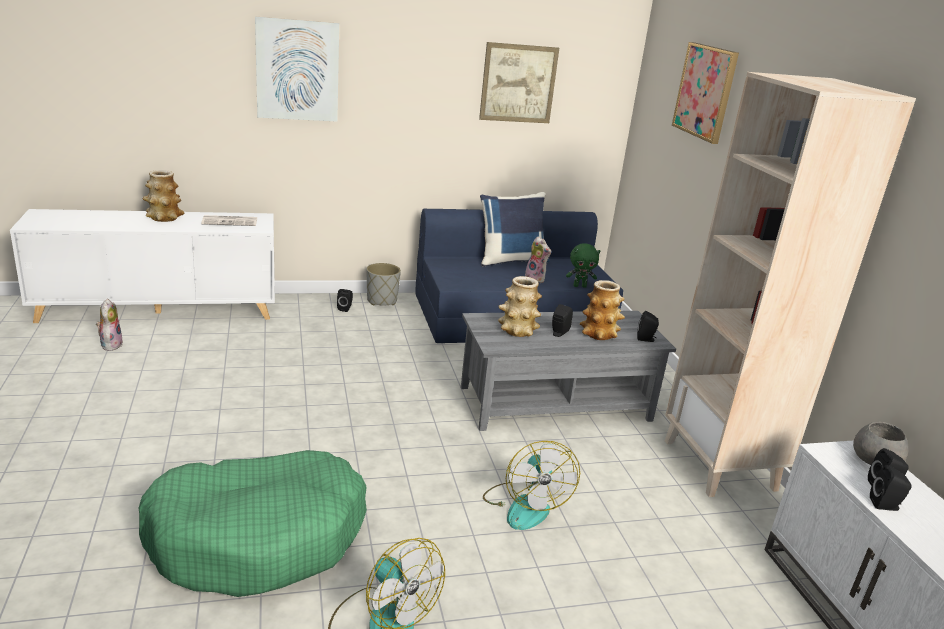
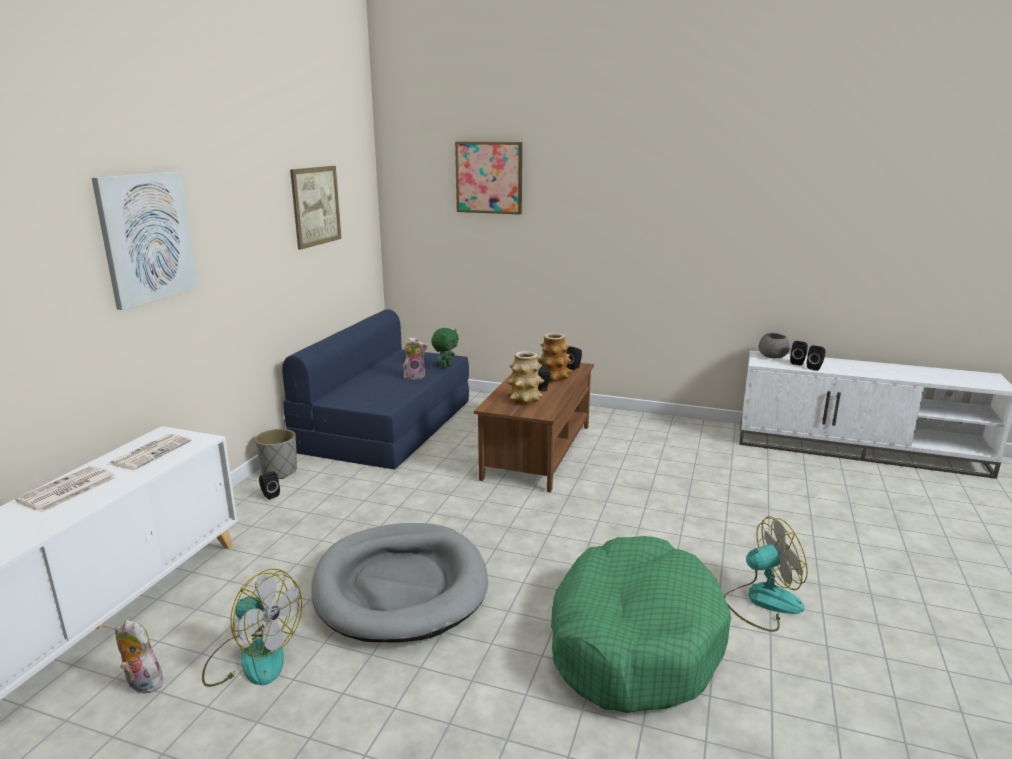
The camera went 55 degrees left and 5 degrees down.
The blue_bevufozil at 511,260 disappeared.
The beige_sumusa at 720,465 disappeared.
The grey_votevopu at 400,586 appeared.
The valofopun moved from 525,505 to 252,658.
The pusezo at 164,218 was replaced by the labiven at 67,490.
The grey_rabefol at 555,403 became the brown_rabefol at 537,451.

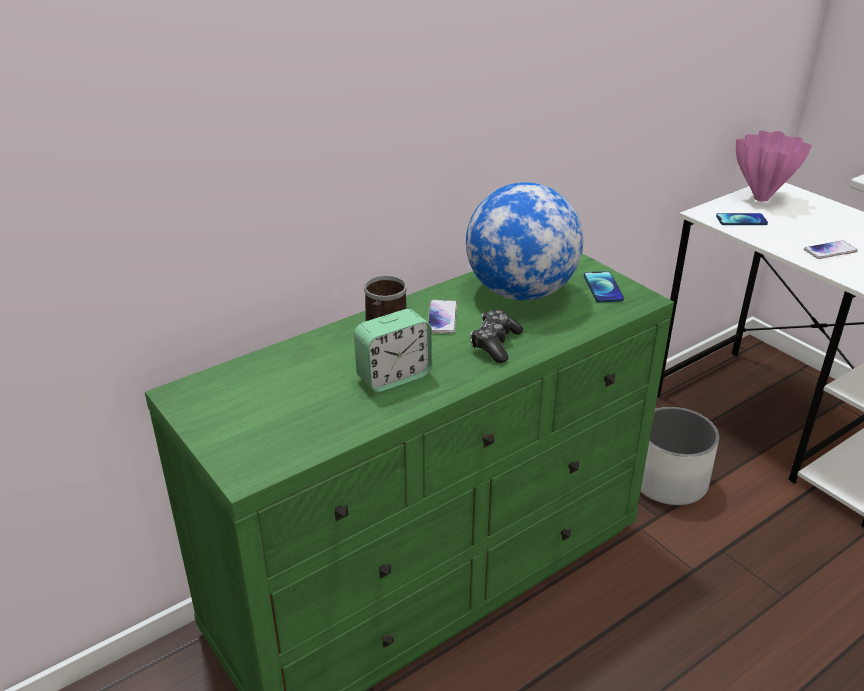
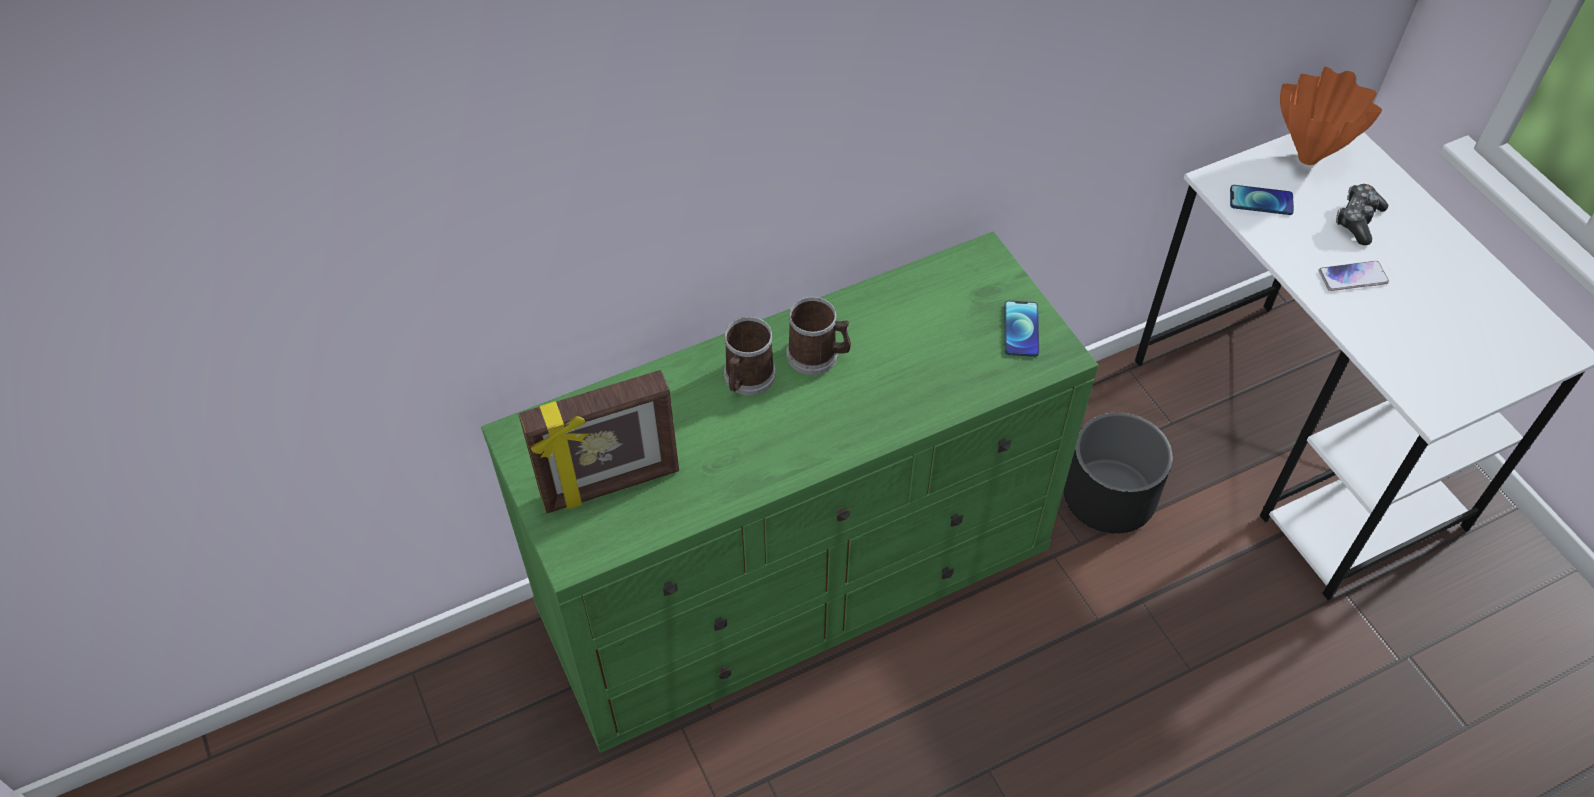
The camera went 10 degrees right and 20 degrees up.
The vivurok at 394,376 disappeared.
The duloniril at 521,293 disappeared.
The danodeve at 611,485 appeared.
The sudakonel moved from 495,344 to 1358,220.
The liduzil at 442,318 was replaced by the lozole at 818,355.
The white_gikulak at 668,482 became the black_gikulak at 1108,497.
The pink_pusezo at 762,198 became the orange_pusezo at 1310,158.

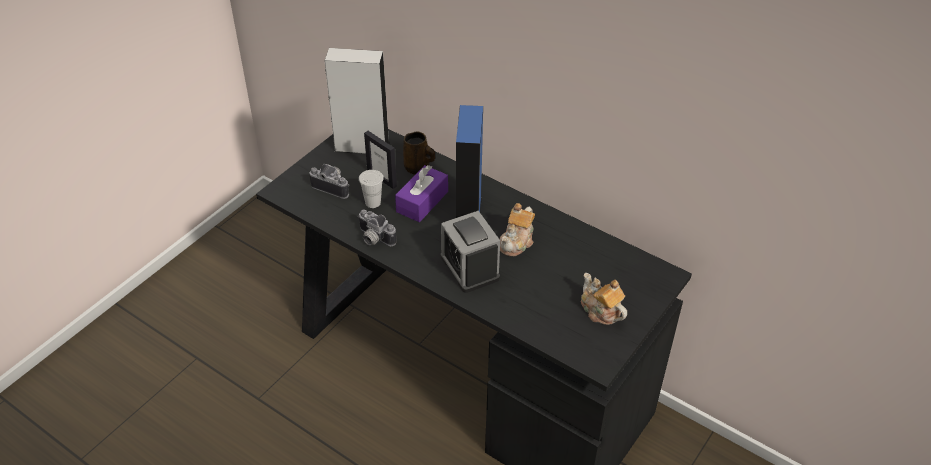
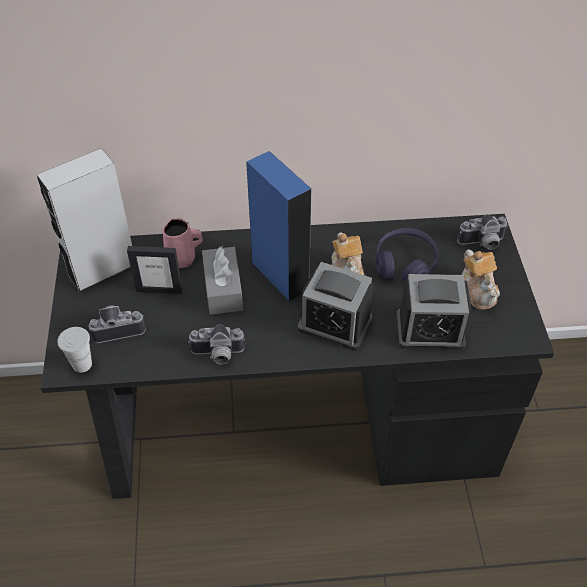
The camera went 40 degrees left and 5 degrees up.
The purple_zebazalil at 405,263 appeared.
The vivurok at 430,330 appeared.
The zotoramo at 482,243 appeared.
The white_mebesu moved from 373,202 to 82,364.
The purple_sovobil at 422,201 became the grey_sovobil at 223,289.
The brown_lozole at 418,168 became the pink_lozole at 183,259.
The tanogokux at 600,311 turned 120 degrees counterclockwise.

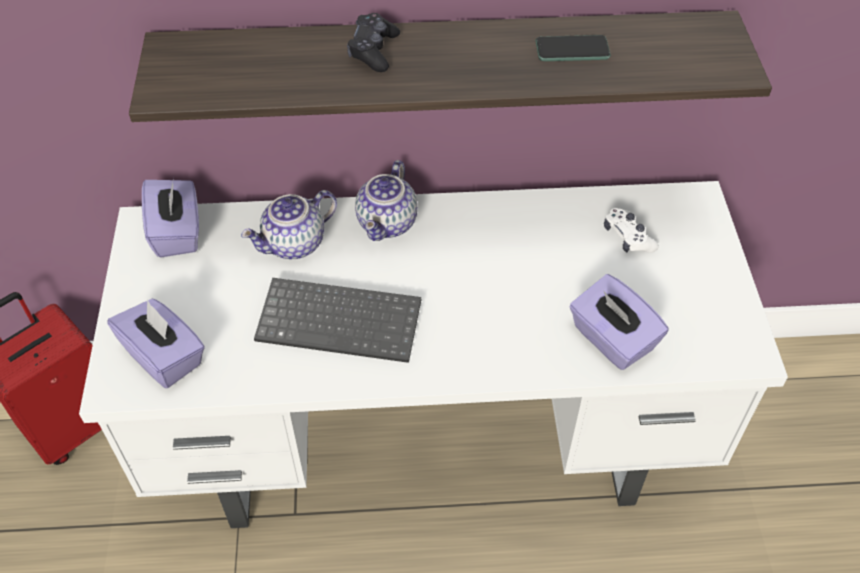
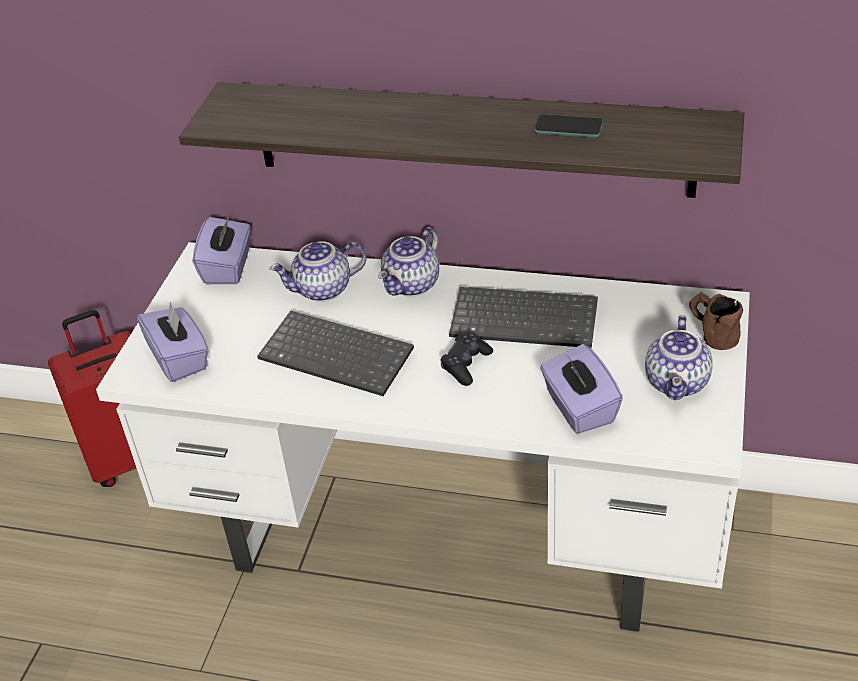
The camera went 20 degrees right and 10 degrees down.
The white_sudakonel at 627,237 disappeared.
The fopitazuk at 526,319 appeared.
The tanogokux at 678,383 appeared.
The brown_lozole at 711,334 appeared.
The black_sudakonel moved from 373,51 to 466,365.

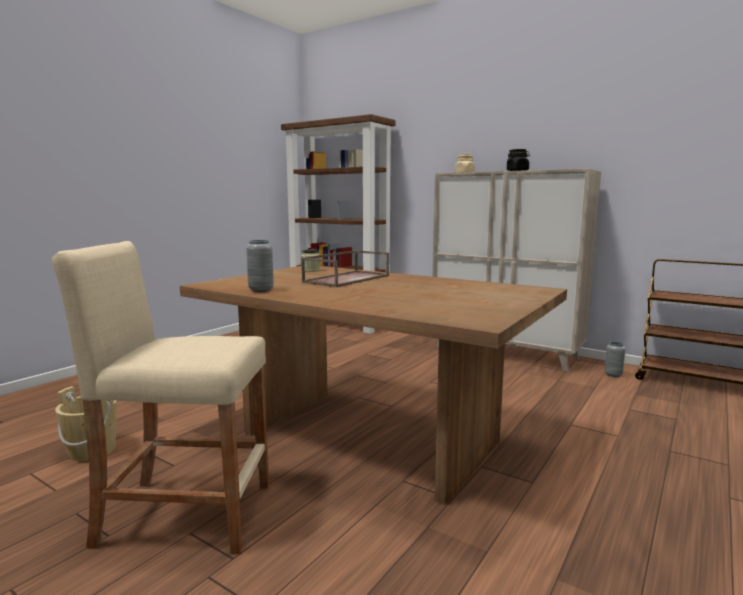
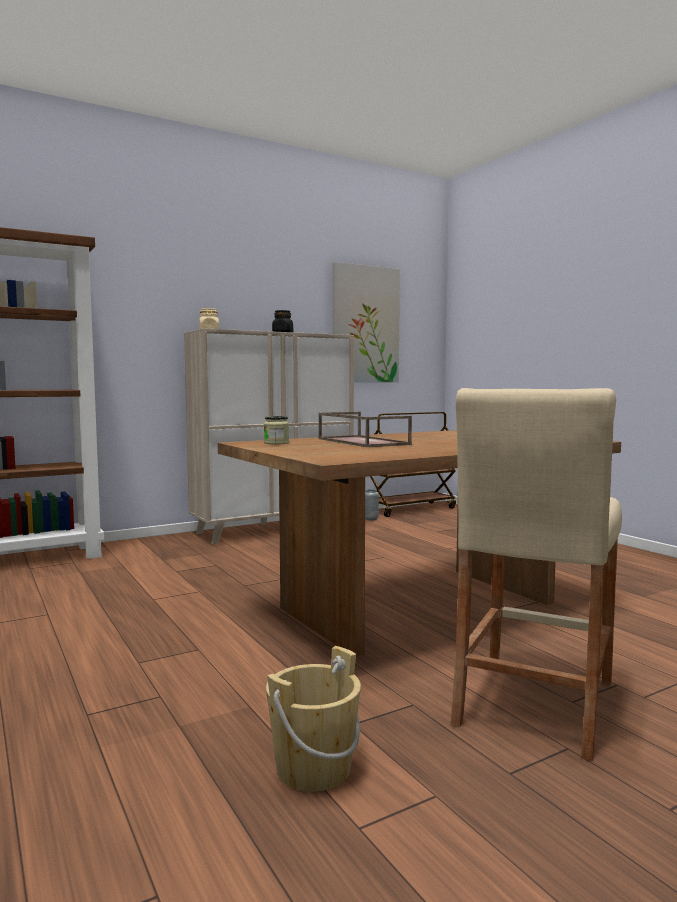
The camera went 65 degrees left and 5 degrees down.
The grey_pusezo at 261,290 disappeared.
The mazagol at 365,324 appeared.

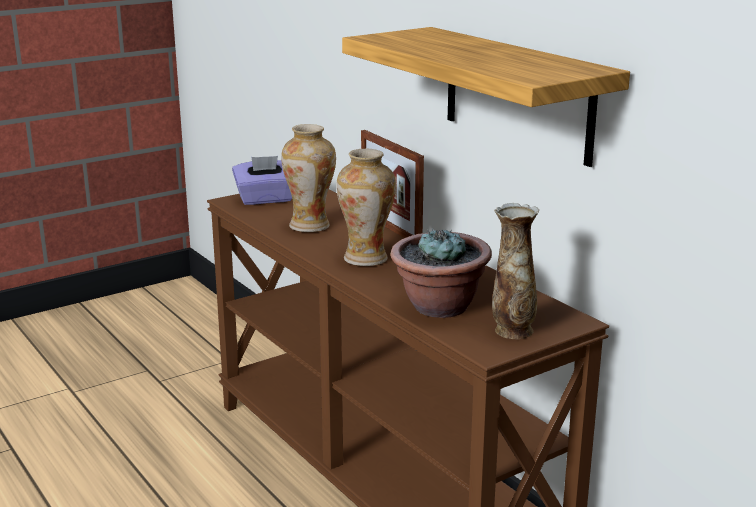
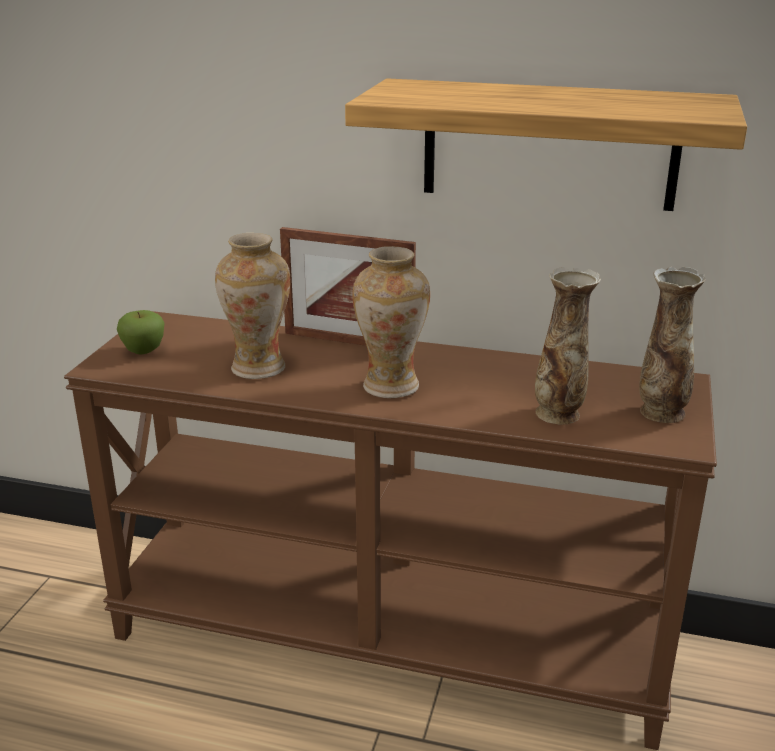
The camera went 40 degrees left and 5 degrees up.
The purple_sovobil at 266,199 was replaced by the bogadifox at 143,351.
The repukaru at 439,307 was replaced by the pusezo at 559,414.

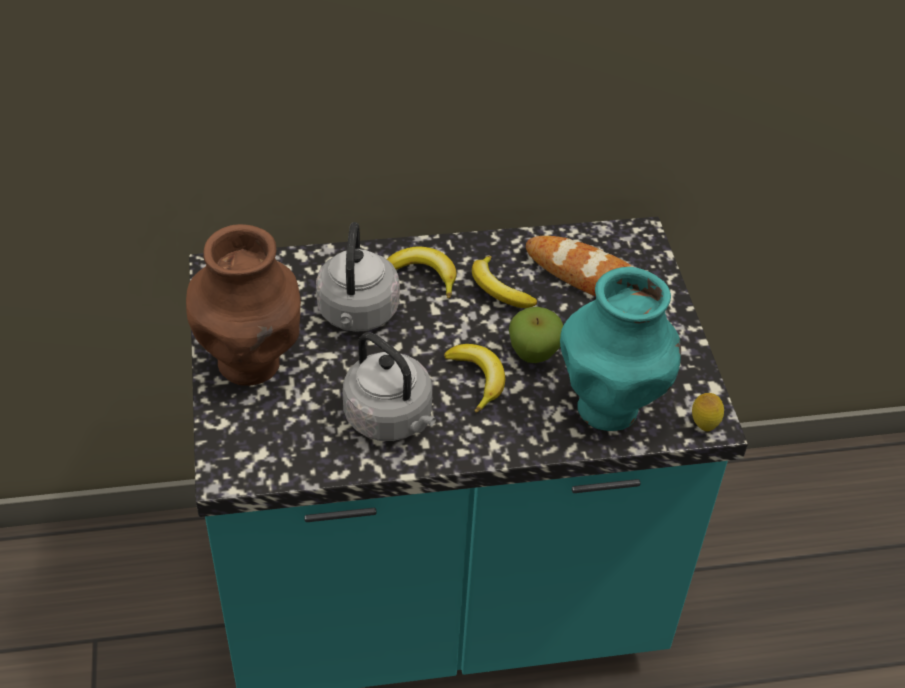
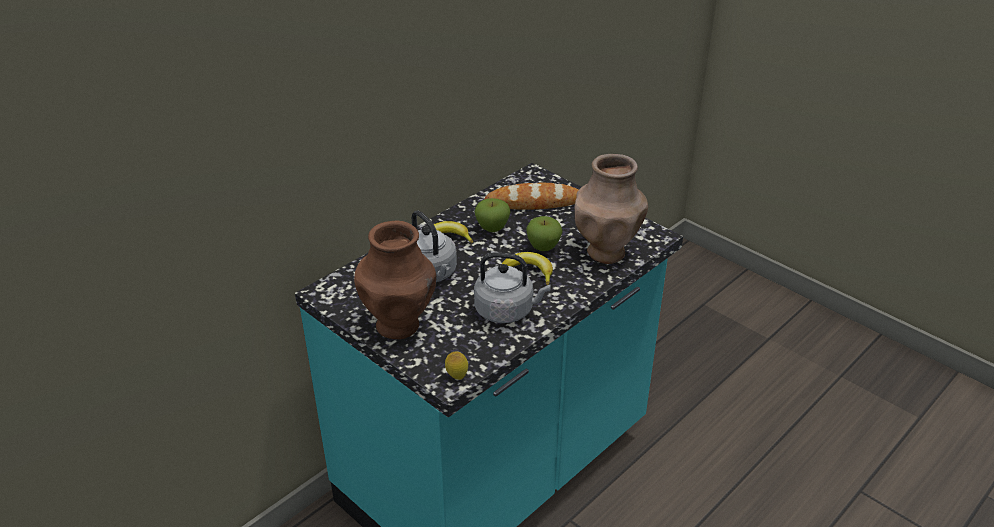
The camera went 35 degrees left and 10 degrees down.
The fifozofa moved from 703,425 to 457,377.
The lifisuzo at 498,290 was replaced by the bogadifox at 492,228.
The turquoise_pusezo at 609,407 became the brown_pusezo at 606,252.

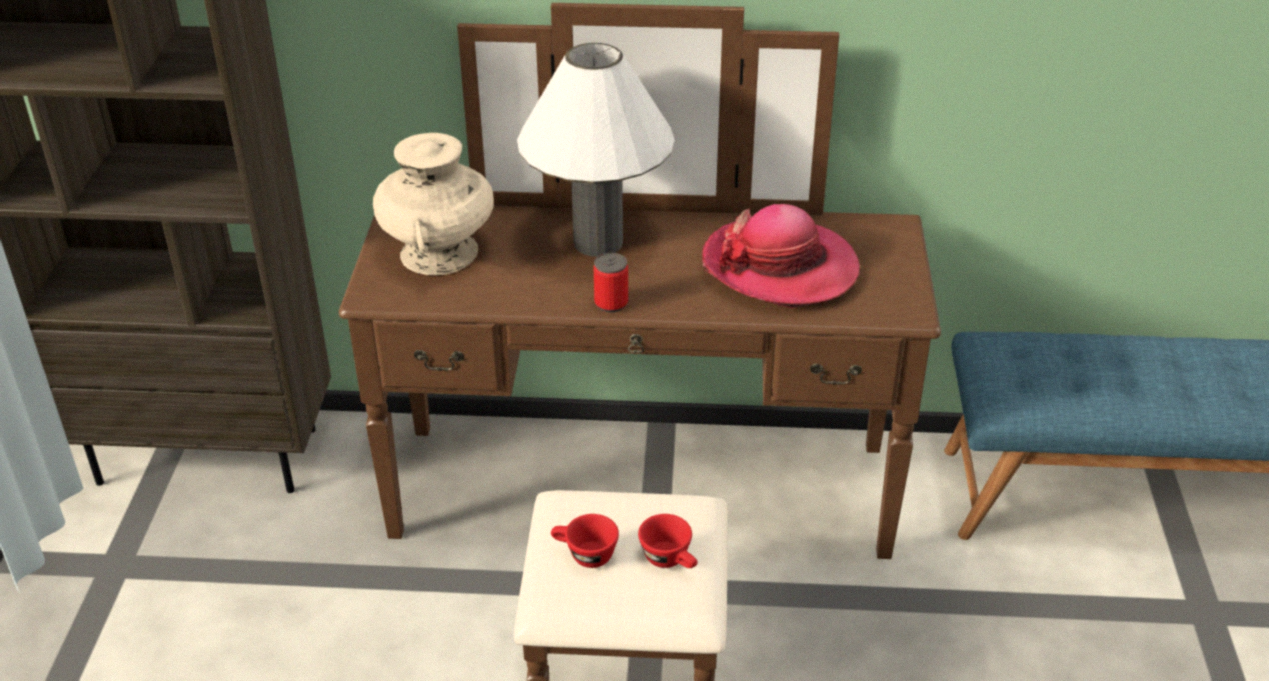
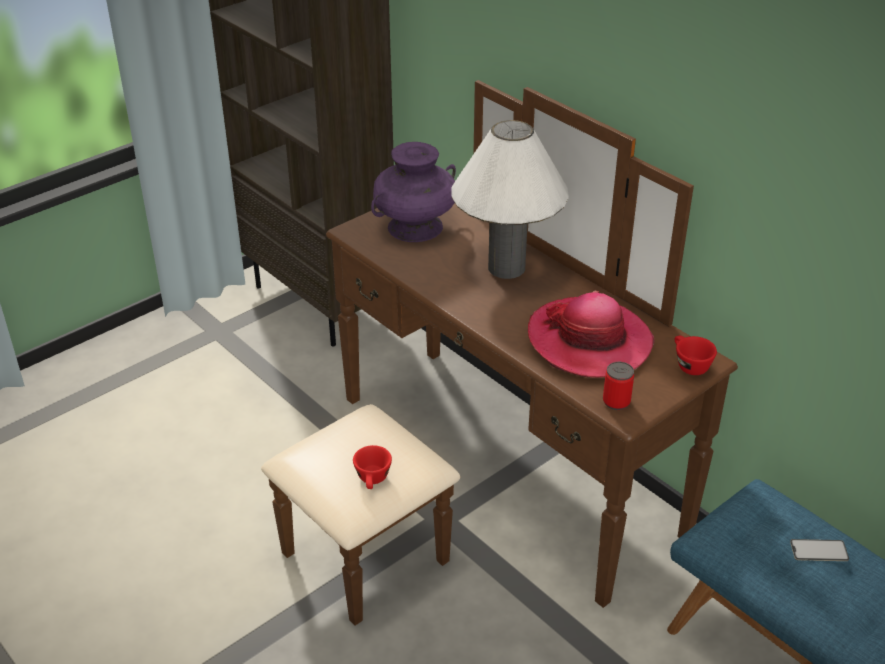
The camera went 45 degrees right and 0 degrees up.
The liduzil at 819,550 appeared.
The red_mebesu moved from 584,555 to 689,364.
The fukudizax moved from 611,303 to 616,402.
The beige_pusezo at 439,253 became the purple_pusezo at 415,227.

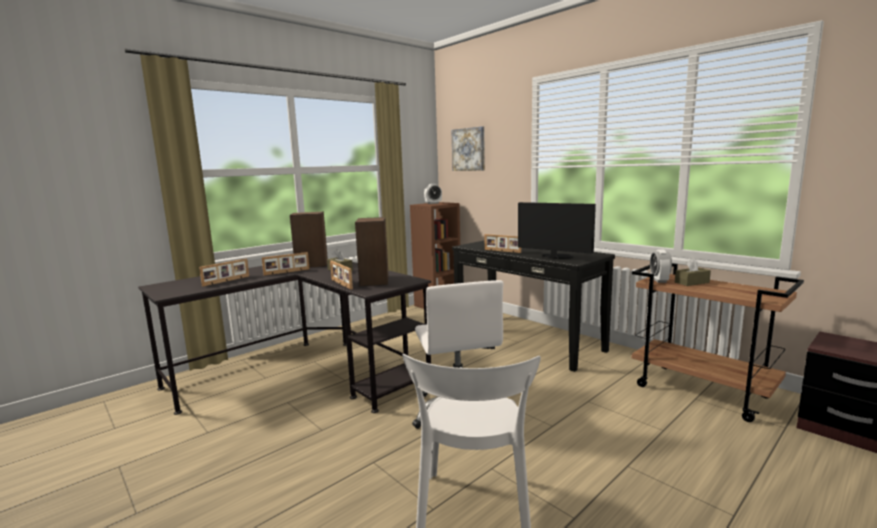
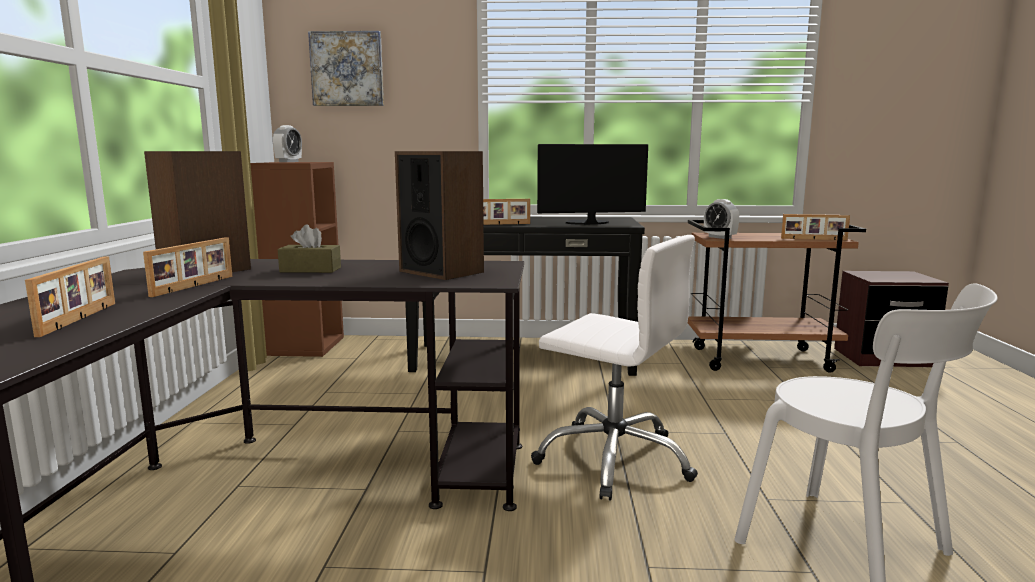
The camera went 45 degrees left and 0 degrees up.
The brown_sovobil at 692,282 disappeared.
The danodeve moved from 341,284 to 814,239.

